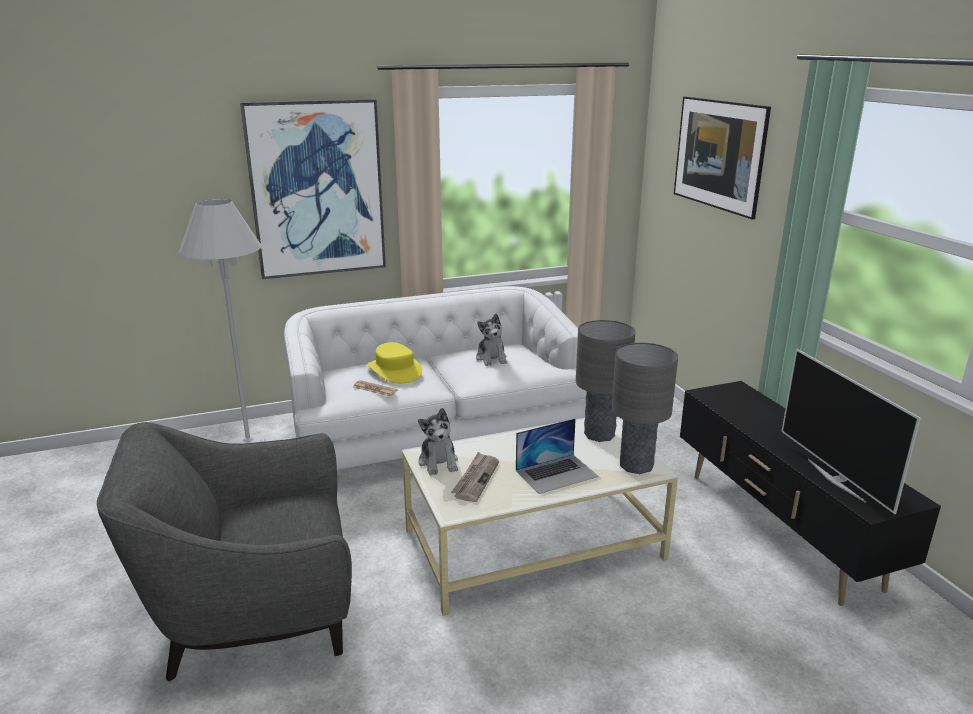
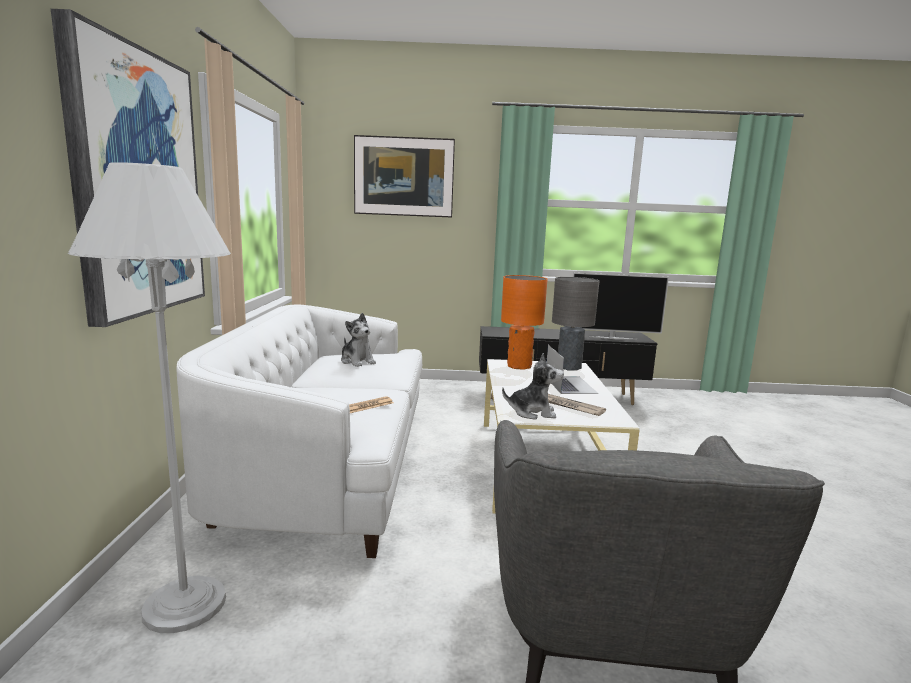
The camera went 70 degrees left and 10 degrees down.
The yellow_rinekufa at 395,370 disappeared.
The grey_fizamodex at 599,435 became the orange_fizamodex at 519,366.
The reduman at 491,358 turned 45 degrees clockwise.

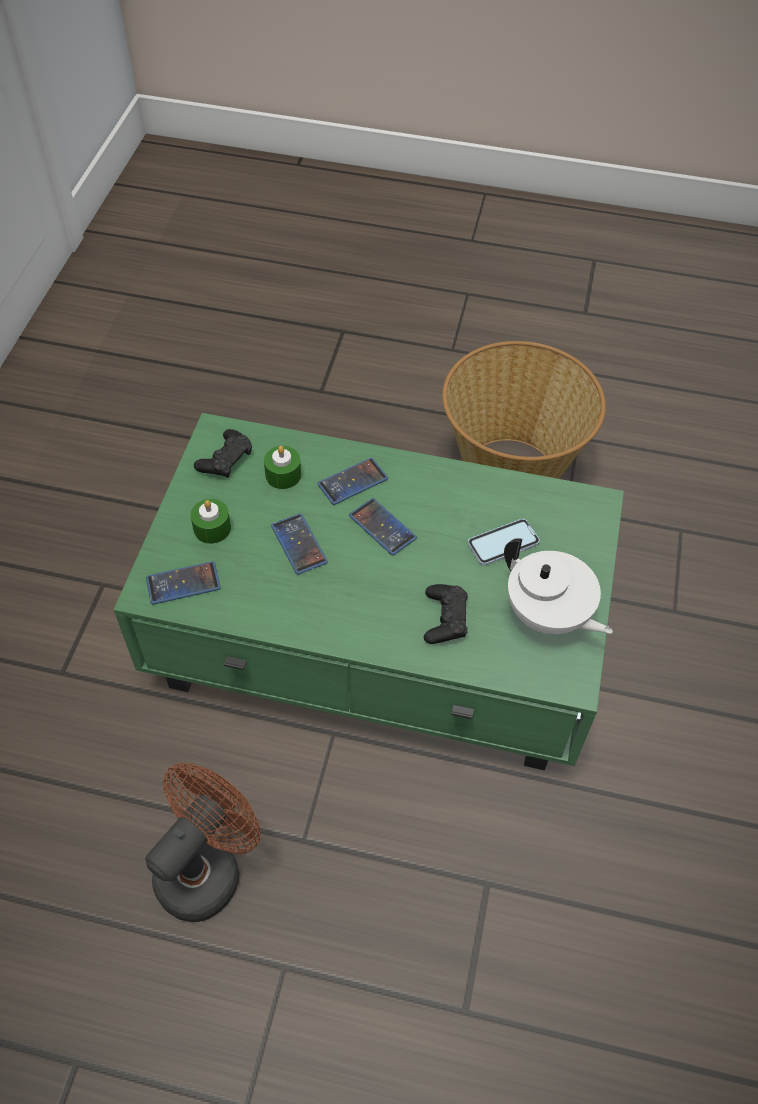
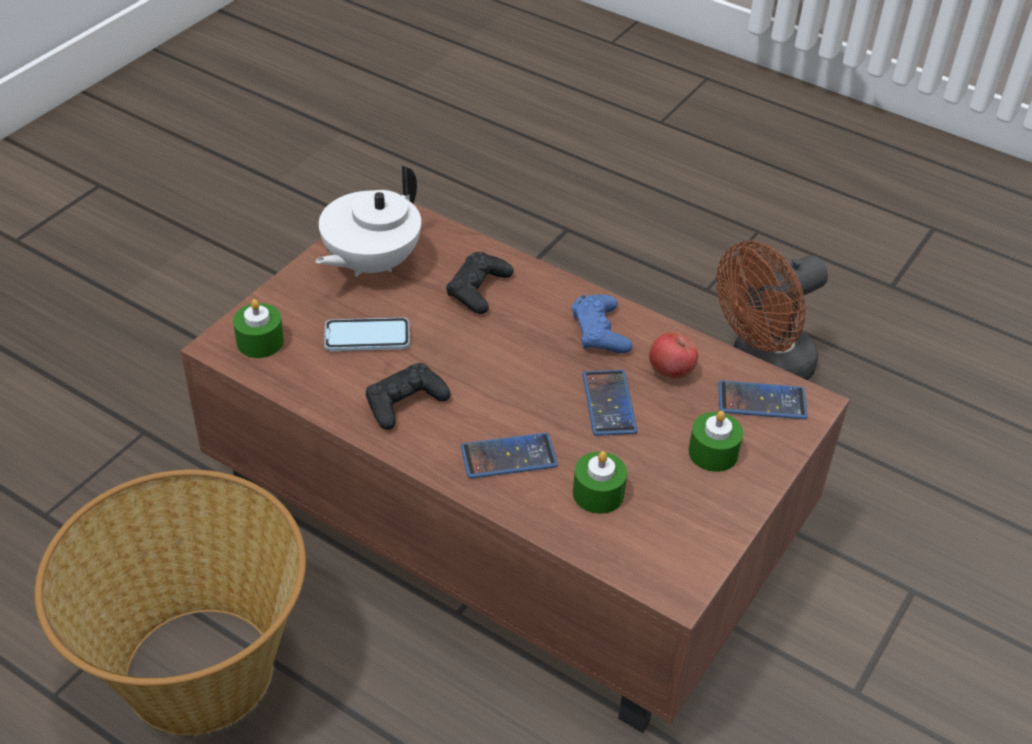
The camera went 160 degrees left and 10 degrees down.
The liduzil at 382,527 disappeared.
The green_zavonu at 260,341 appeared.
The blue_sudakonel at 600,331 appeared.
The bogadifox at 670,371 appeared.
The black_sudakonel moved from 225,459 to 405,402.
The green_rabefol at 381,637 became the brown_rabefol at 503,509.
The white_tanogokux at 547,615 turned 120 degrees counterclockwise.

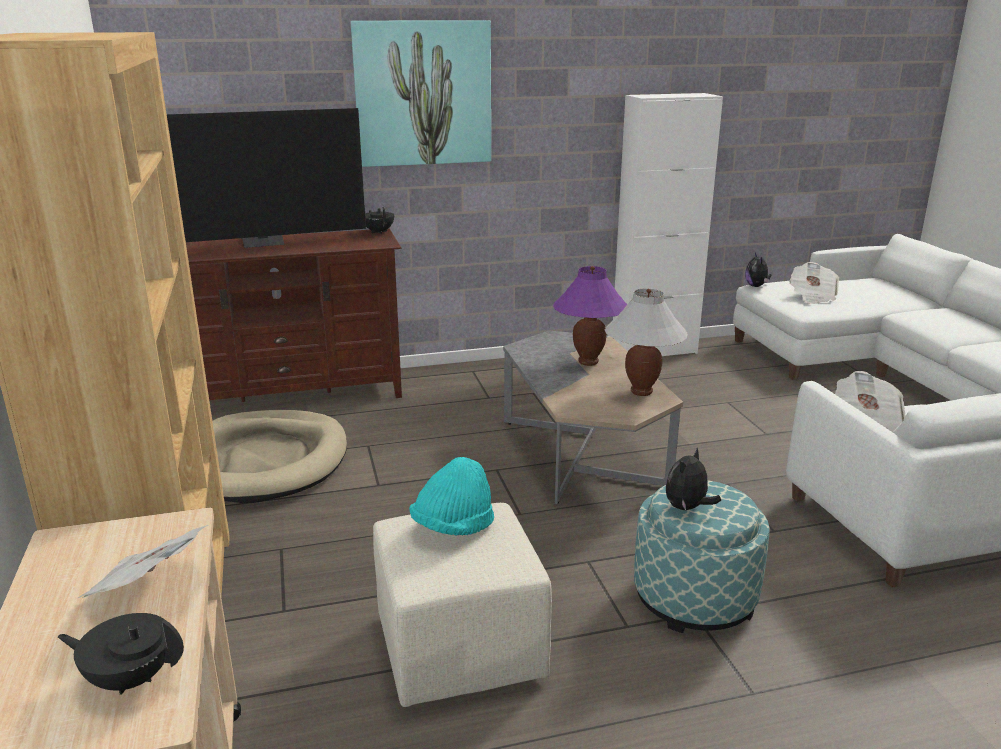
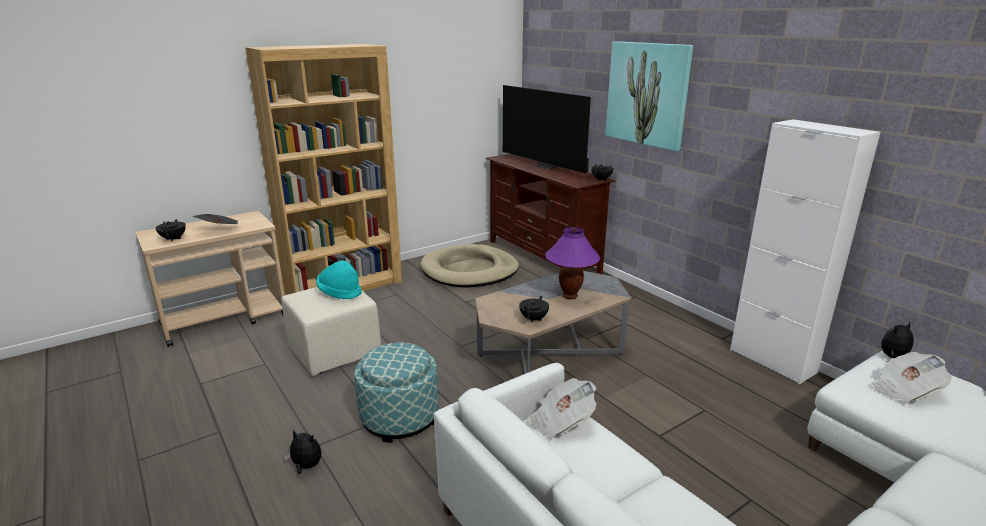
The camera went 70 degrees right and 0 degrees up.
The reduman moved from 687,508 to 306,466.
The white_fizamodex at 641,391 was replaced by the black_tanogokux at 534,318.

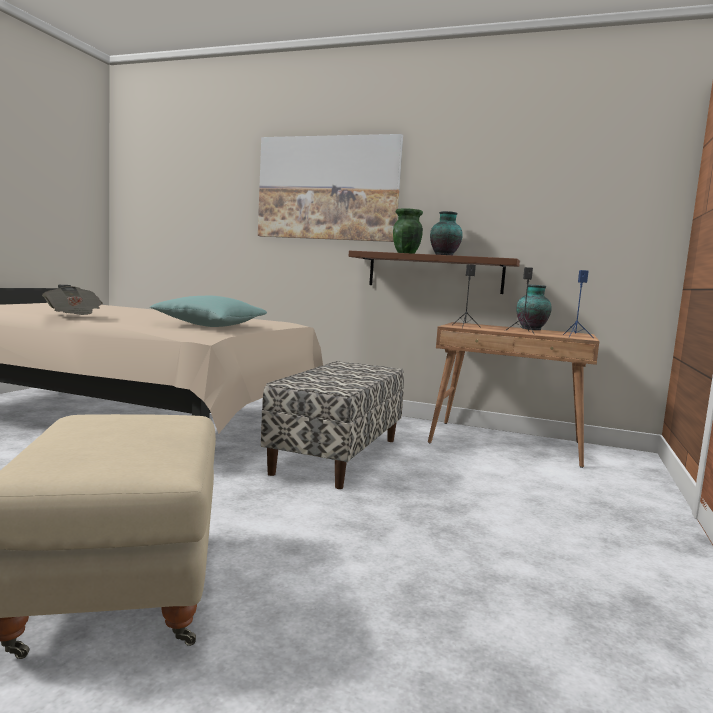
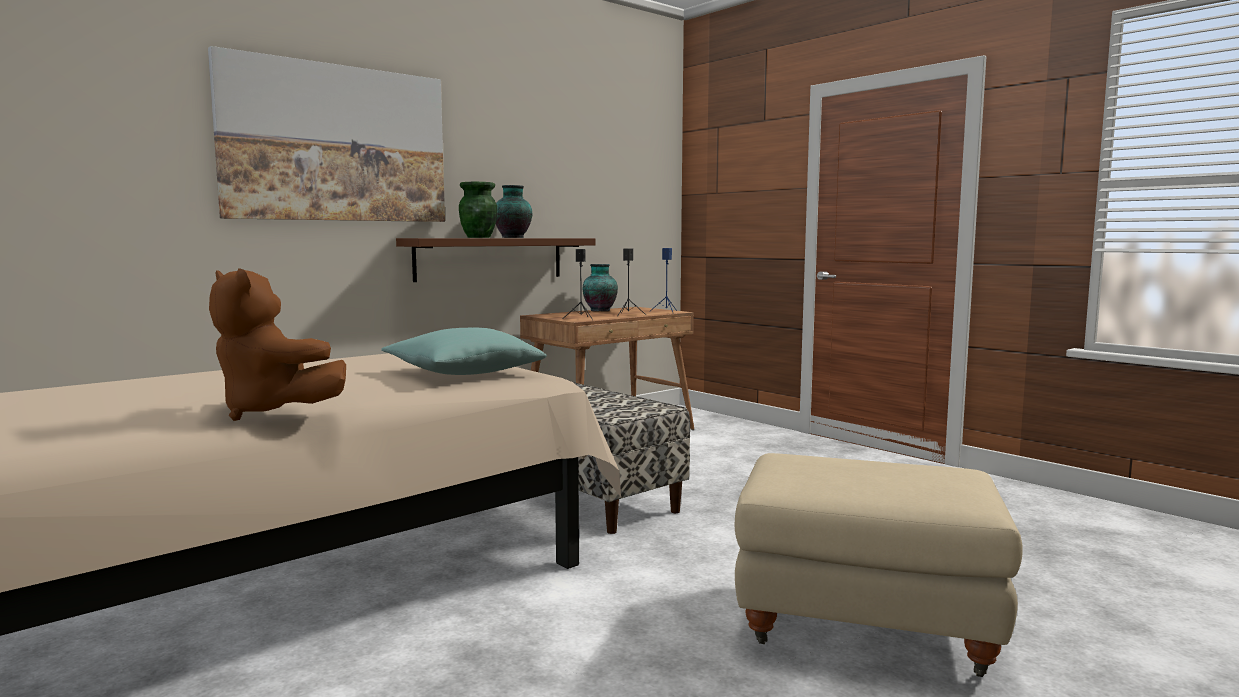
The camera went 60 degrees left and 0 degrees up.
The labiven at 74,316 was replaced by the brown_reduman at 272,412.

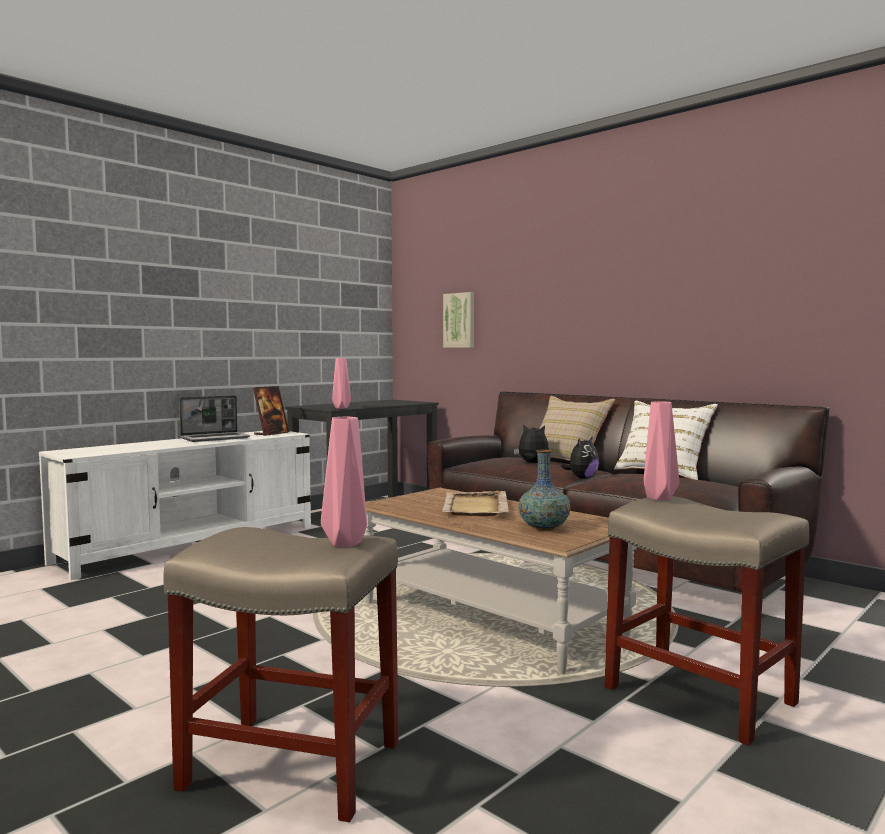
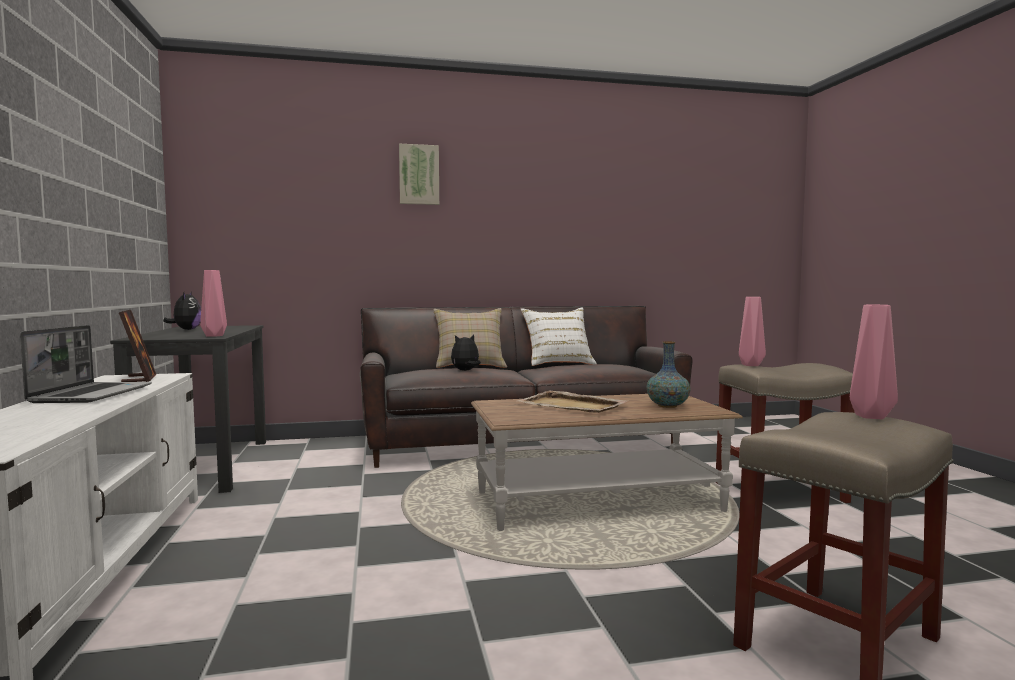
The camera went 55 degrees left and 0 degrees up.
The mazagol moved from 460,320 to 419,175.
The reduman moved from 582,478 to 186,329.

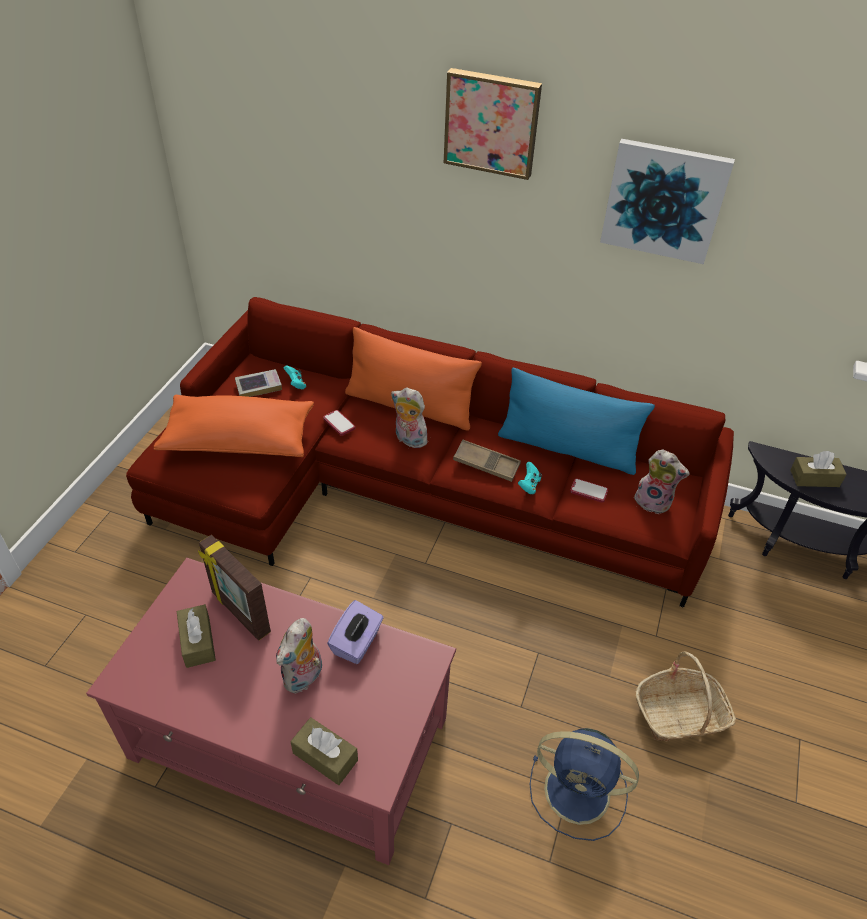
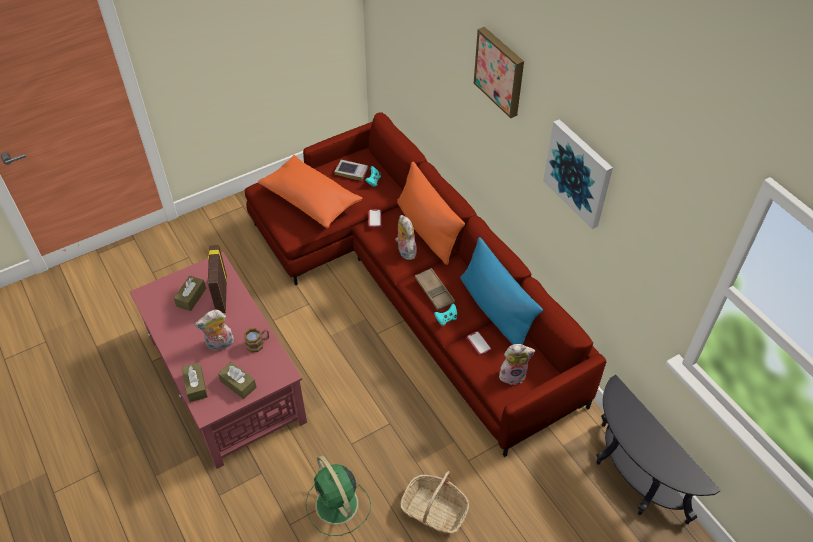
The camera went 40 degrees right and 5 degrees up.
The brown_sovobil moved from 814,478 to 238,384.
The purple_sovobil at 357,643 was replaced by the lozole at 258,344.
The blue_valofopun at 580,792 became the green_valofopun at 337,506.
The reduman at 654,501 turned 75 degrees counterclockwise.

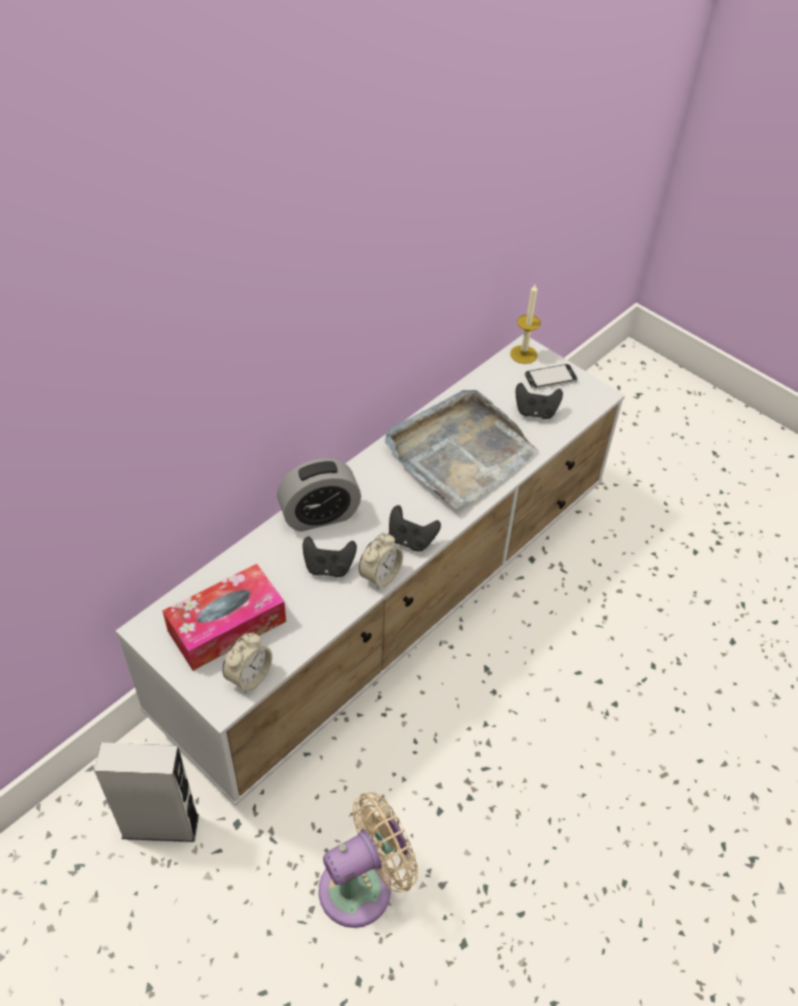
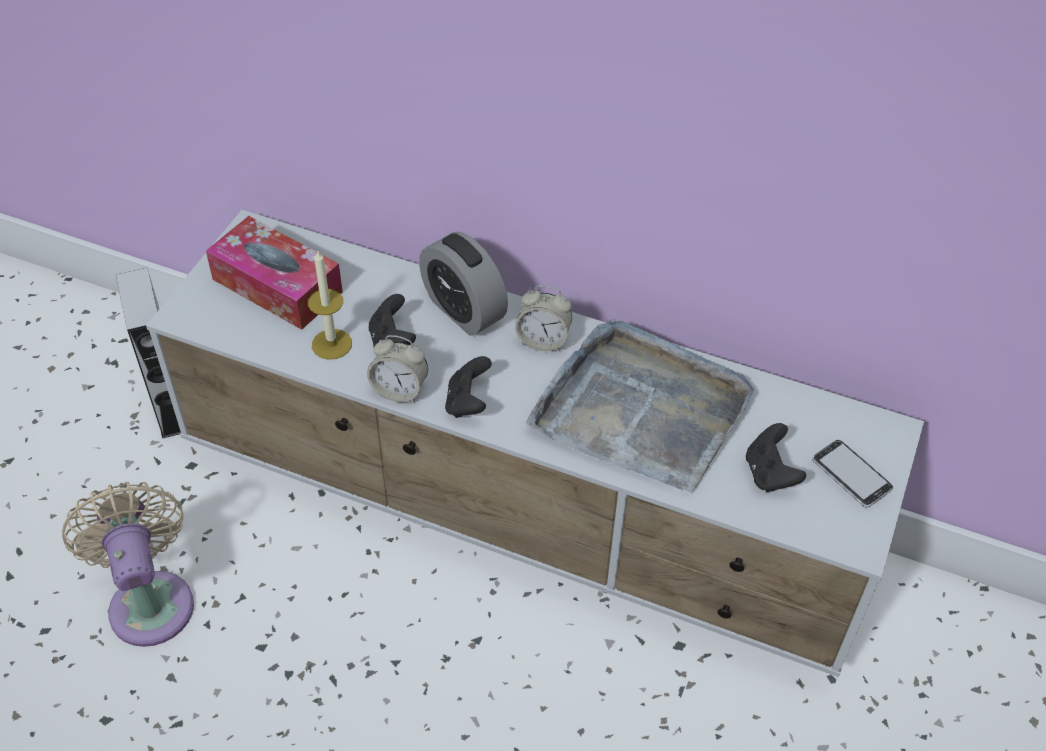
The camera went 70 degrees right and 0 degrees up.
The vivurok moved from 249,676 to 543,340.
The zavonu moved from 523,354 to 331,344.
The beige_valofopun at 363,886 turned 150 degrees counterclockwise.

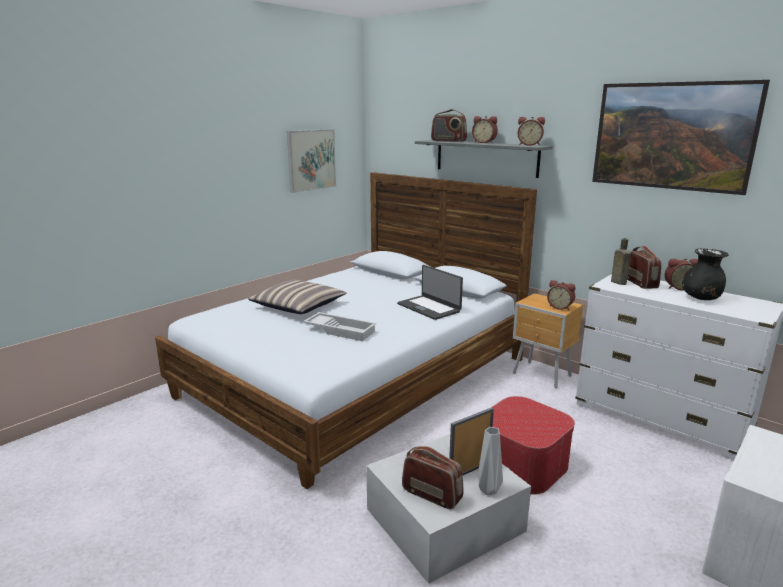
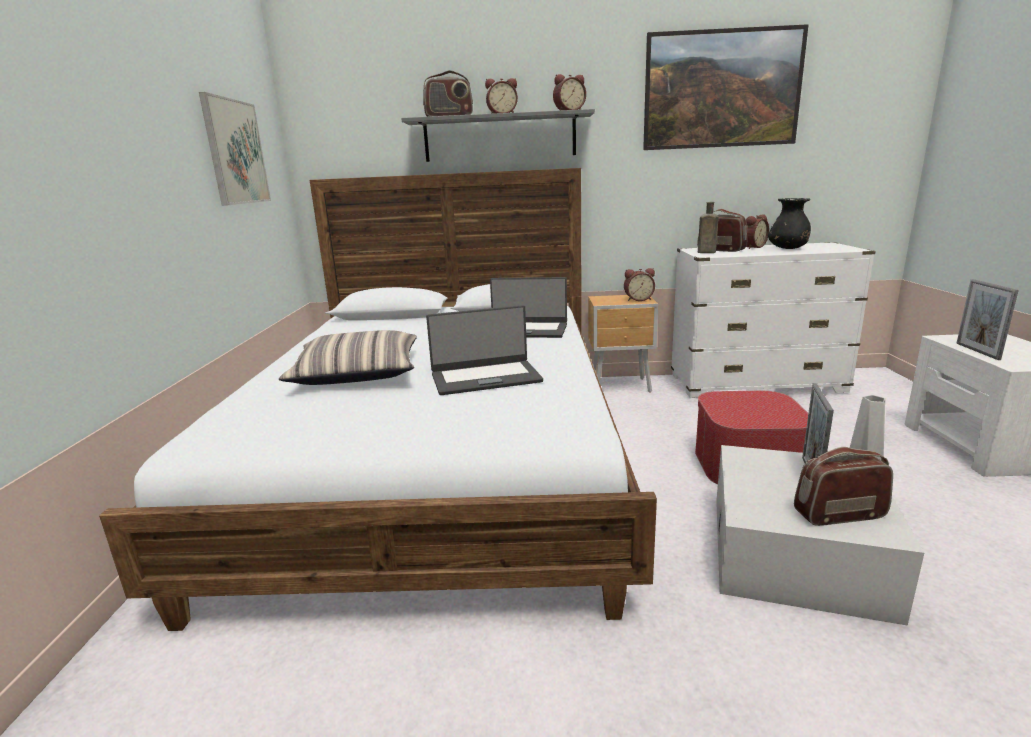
The camera went 40 degrees left and 0 degrees up.
The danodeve at 977,351 appeared.
The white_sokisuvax at 341,330 was replaced by the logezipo at 485,378.

